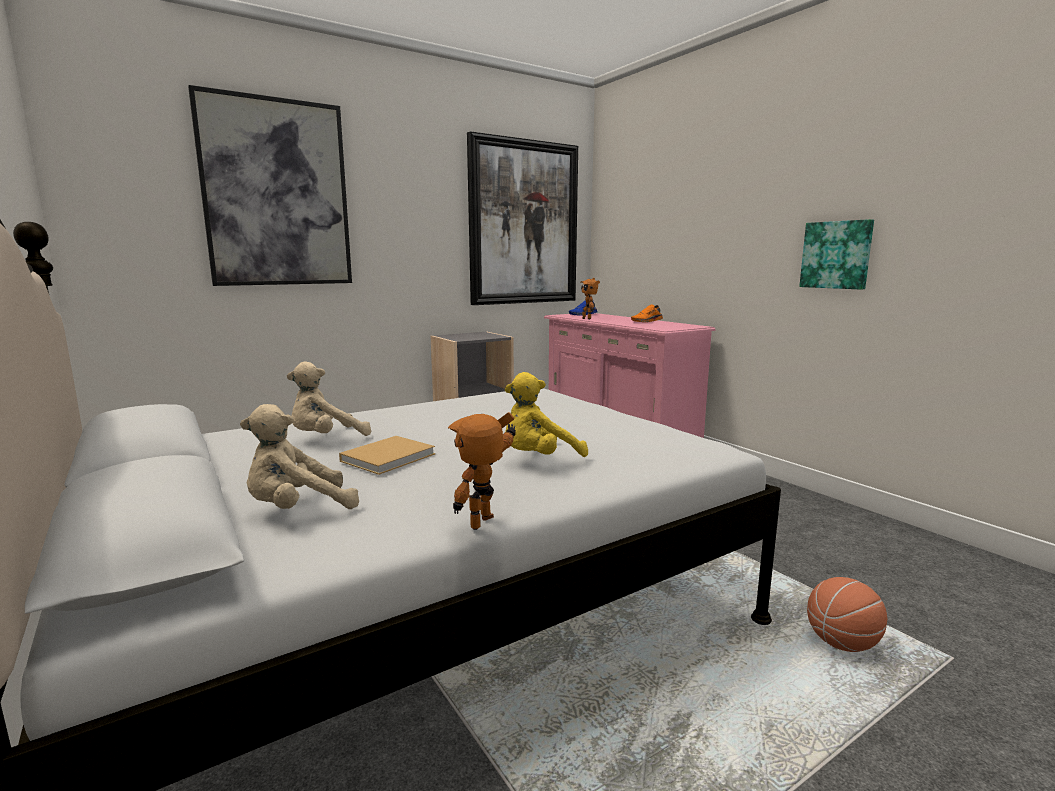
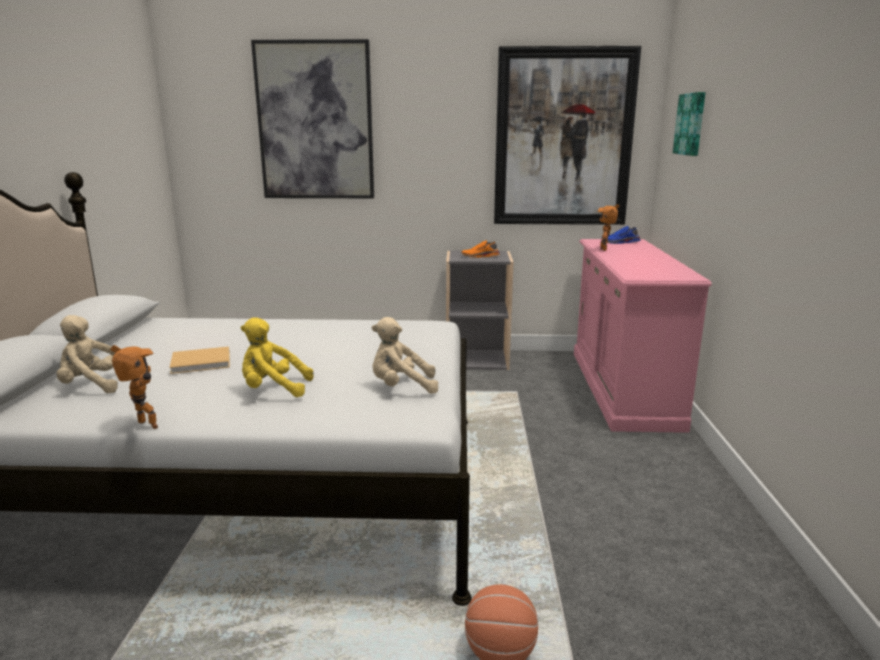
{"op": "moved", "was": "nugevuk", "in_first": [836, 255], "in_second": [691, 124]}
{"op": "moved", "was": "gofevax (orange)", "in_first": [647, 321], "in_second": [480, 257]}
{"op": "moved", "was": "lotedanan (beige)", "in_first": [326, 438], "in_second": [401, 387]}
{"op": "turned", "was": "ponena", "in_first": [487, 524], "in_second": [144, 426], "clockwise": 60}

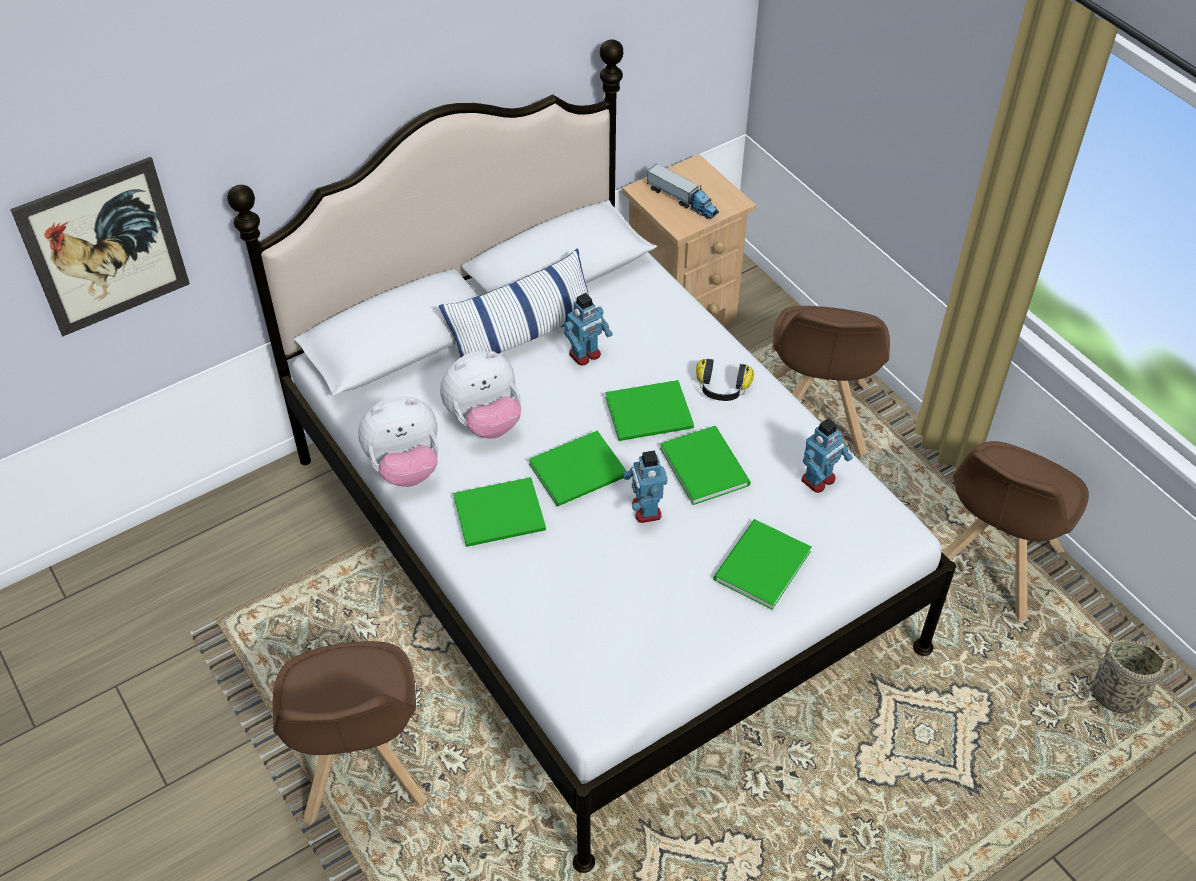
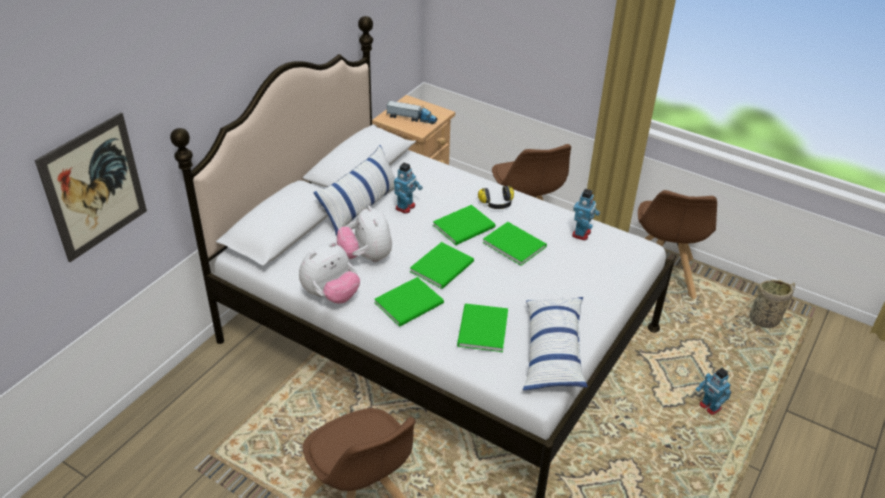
{"op": "turned", "was": "lotedanan", "in_first": [484, 421], "in_second": [366, 257], "clockwise": 120}
{"op": "moved", "was": "ponena", "in_first": [645, 510], "in_second": [709, 407]}
{"op": "moved", "was": "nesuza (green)", "in_first": [759, 566], "in_second": [481, 330]}
{"op": "added", "now": "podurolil", "in_second": [553, 351]}

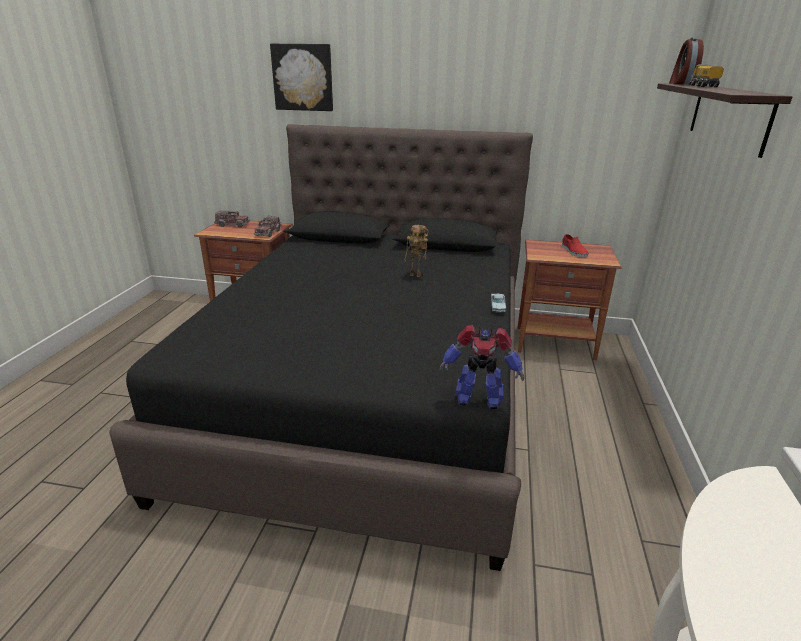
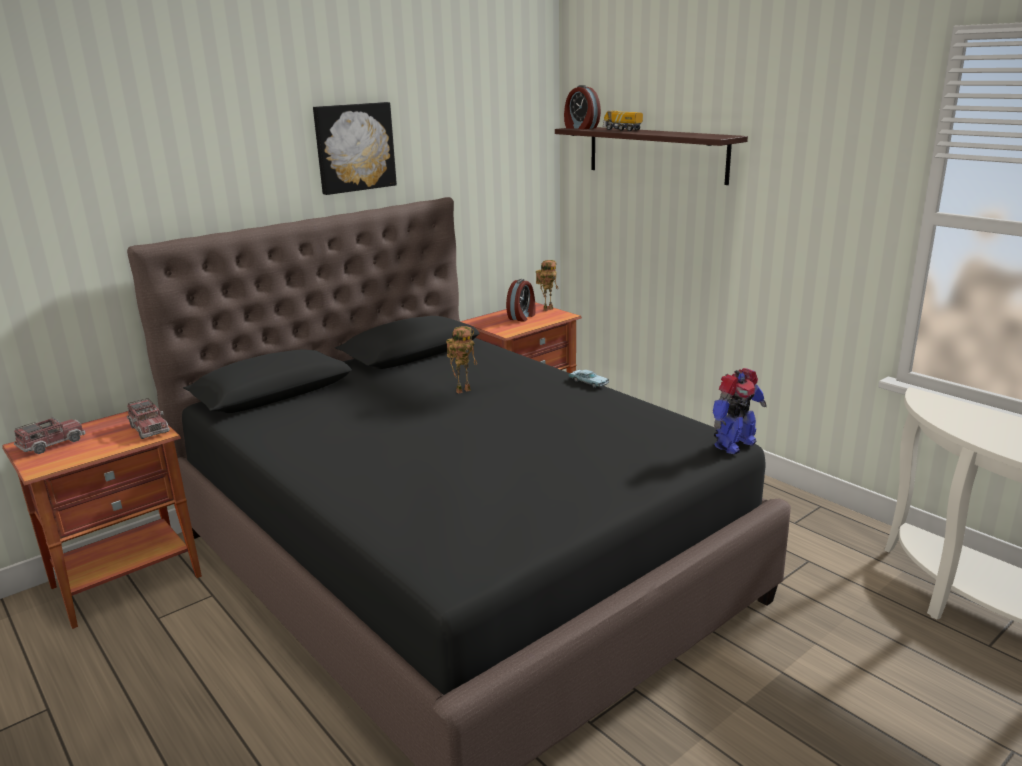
{"op": "moved", "was": "nugevuk", "in_first": [303, 77], "in_second": [354, 147]}
{"op": "replaced", "was": "gofevax (red)", "now": "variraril", "in_first": [573, 251], "in_second": [522, 317]}
{"op": "added", "now": "ponena", "in_second": [547, 309]}

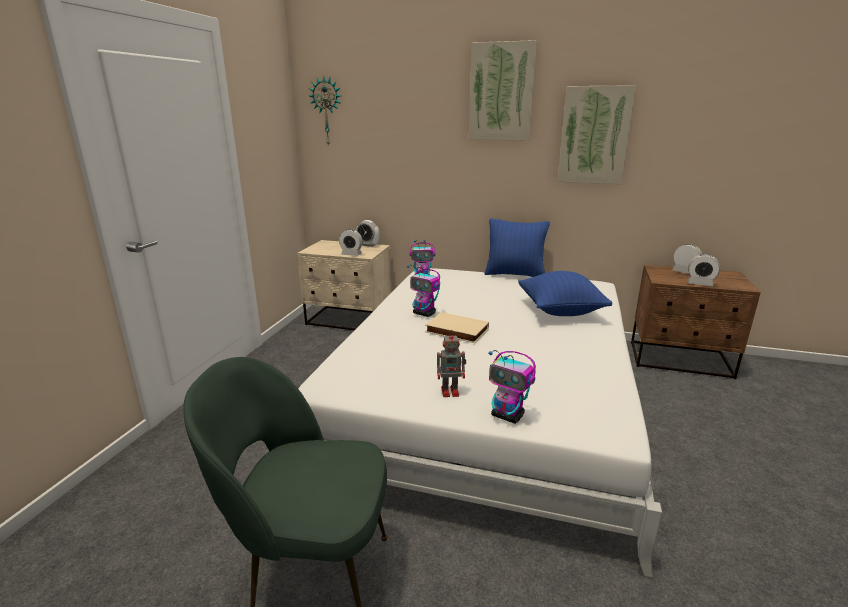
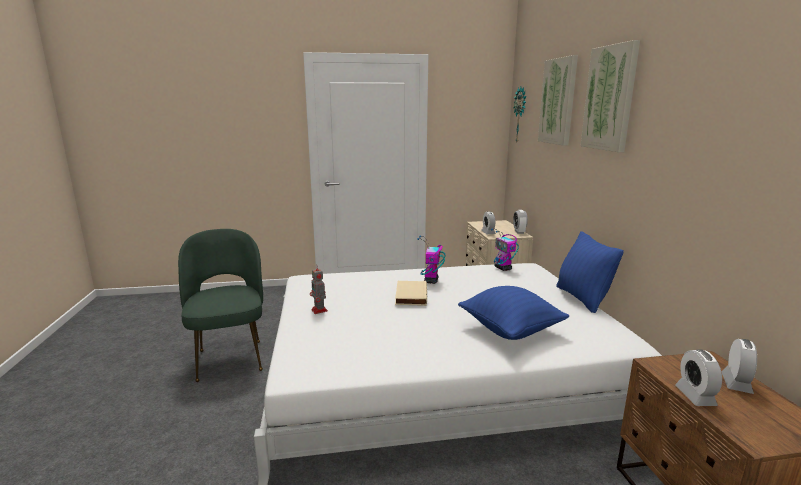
{"op": "moved", "was": "nugevuk", "in_first": [594, 135], "in_second": [558, 101]}
{"op": "removed", "was": "ponena", "in_first": [508, 416]}

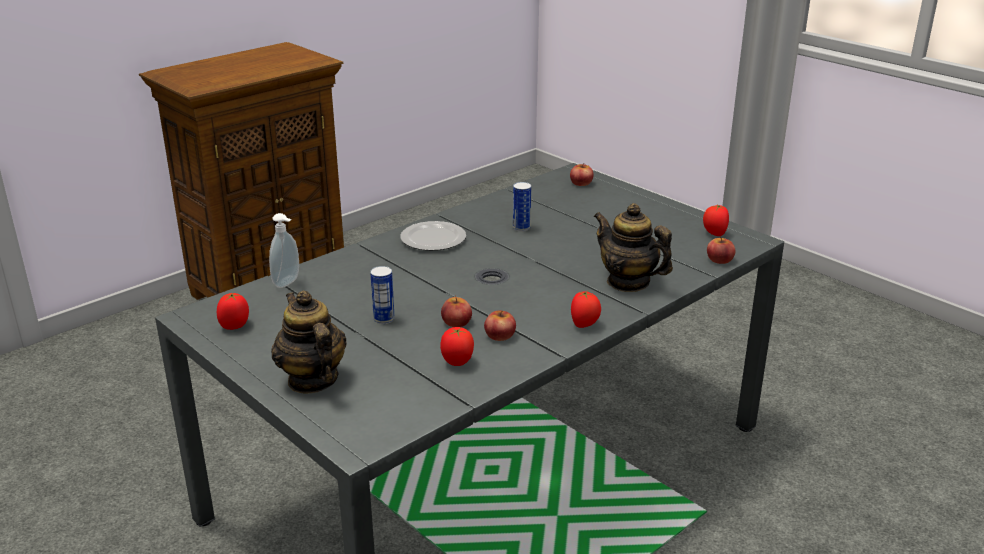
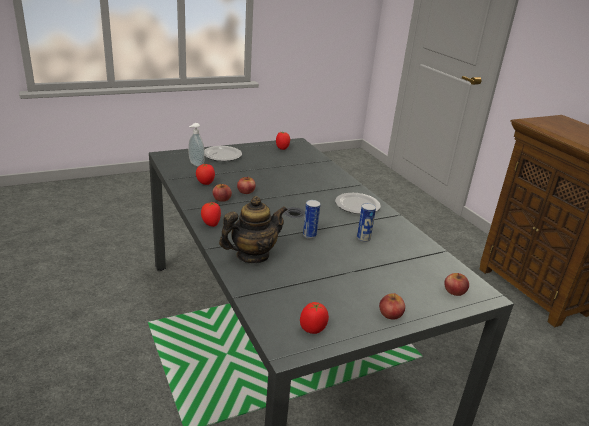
{"op": "moved", "was": "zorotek", "in_first": [288, 283], "in_second": [195, 164]}
{"op": "moved", "was": "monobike", "in_first": [719, 259], "in_second": [390, 313]}
{"op": "moved", "was": "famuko", "in_first": [384, 319], "in_second": [309, 235]}
{"op": "replaced", "was": "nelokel", "now": "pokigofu", "in_first": [312, 380], "in_second": [222, 155]}

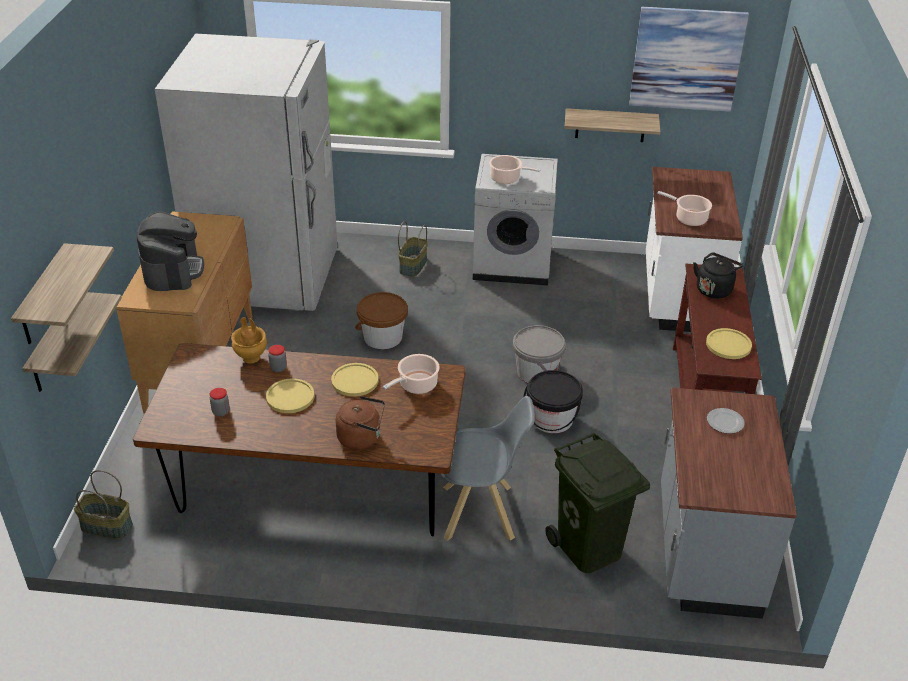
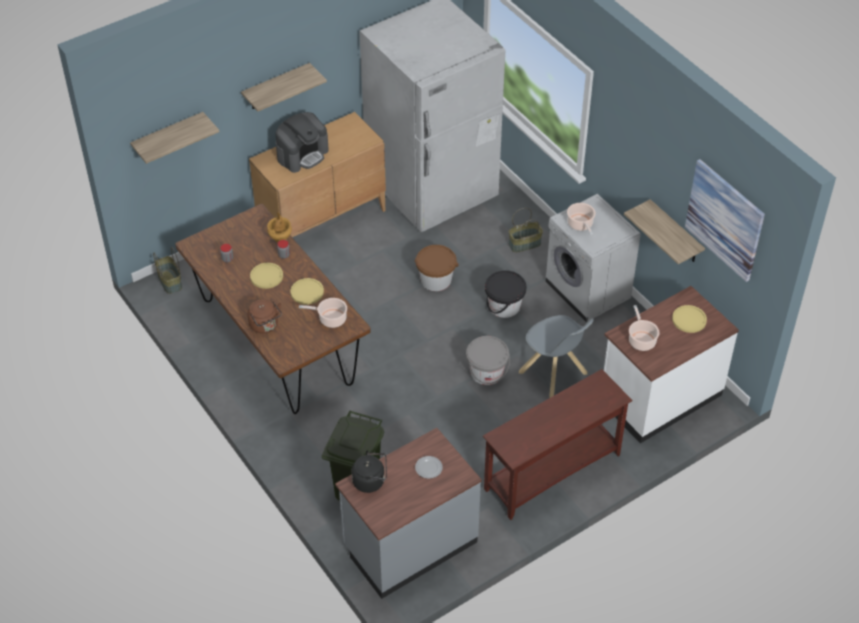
{"op": "moved", "was": "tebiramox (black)", "in_first": [714, 289], "in_second": [371, 481]}
{"op": "moved", "was": "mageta", "in_first": [53, 344], "in_second": [276, 87]}
{"op": "moved", "was": "pokigofu (yellow)", "in_first": [728, 345], "in_second": [689, 319]}
{"op": "moved", "was": "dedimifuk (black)", "in_first": [551, 419], "in_second": [504, 306]}
{"op": "moved", "was": "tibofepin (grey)", "in_first": [481, 512], "in_second": [554, 374]}

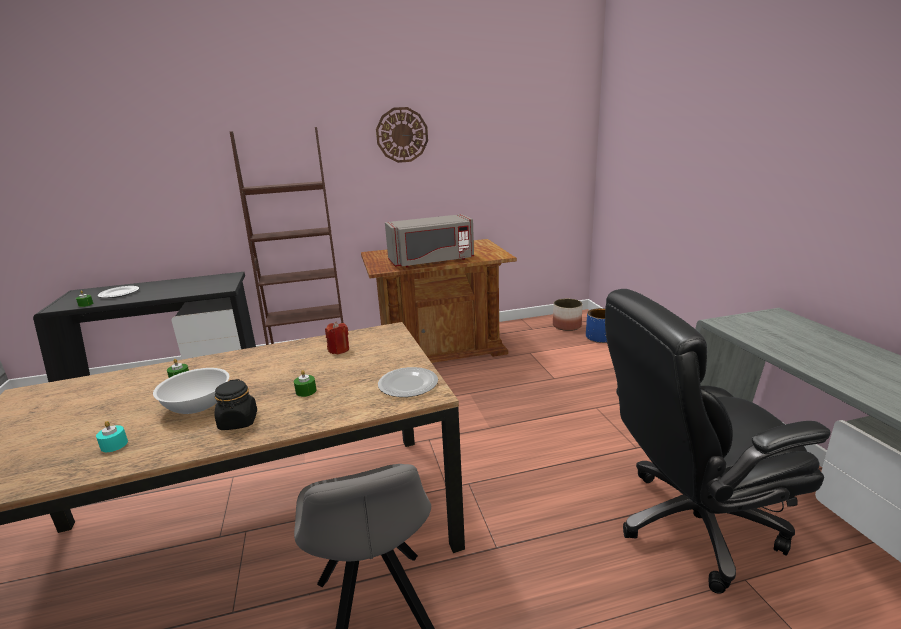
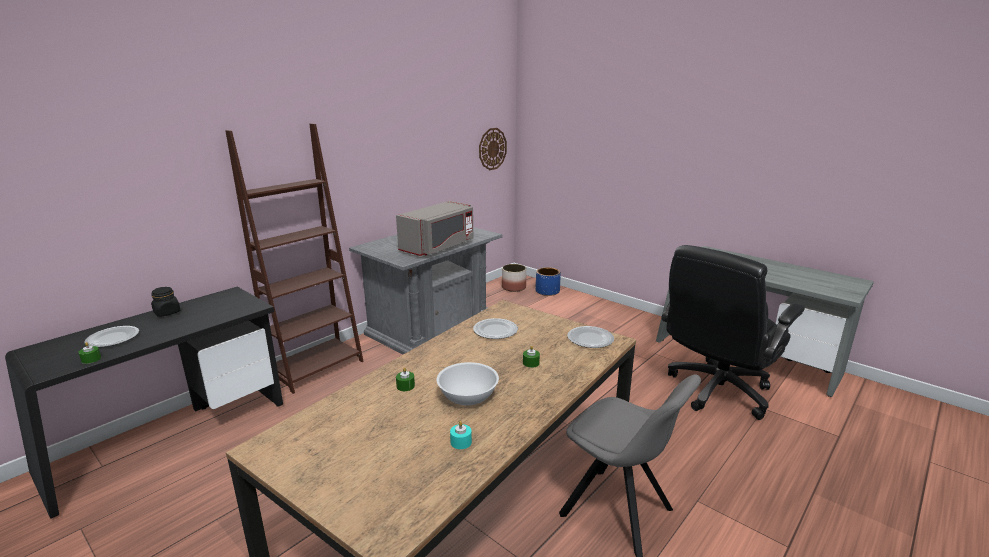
{"op": "moved", "was": "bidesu", "in_first": [402, 135], "in_second": [492, 149]}
{"op": "recoloured", "was": "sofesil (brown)", "now": "sofesil (grey)", "in_first": [440, 347], "in_second": [432, 326]}
{"op": "replaced", "was": "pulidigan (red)", "now": "pokigofu", "in_first": [339, 350], "in_second": [496, 330]}
{"op": "moved", "was": "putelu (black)", "in_first": [238, 422], "in_second": [167, 312]}

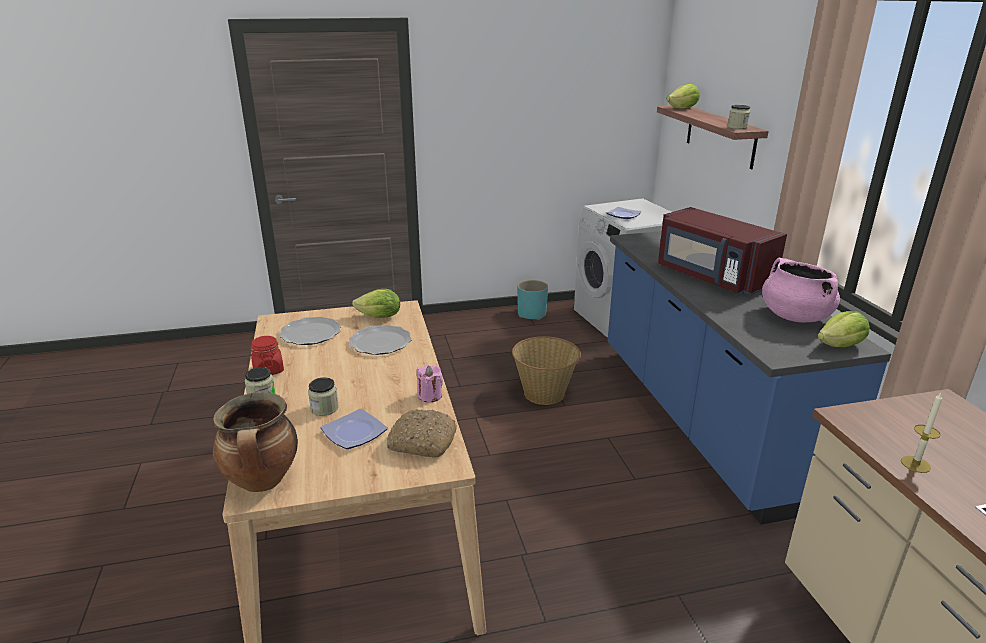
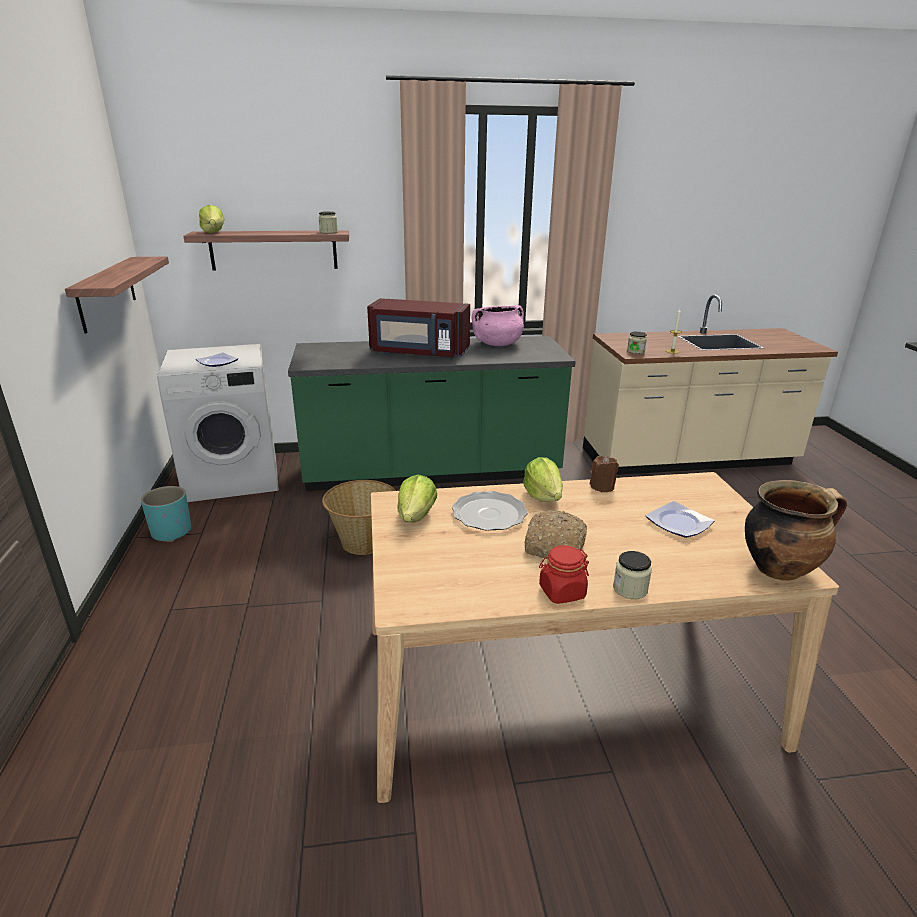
{"op": "turned", "was": "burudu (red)", "in_first": [711, 277], "in_second": [419, 352], "clockwise": 45}
{"op": "recoloured", "was": "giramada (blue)", "now": "giramada (green)", "in_first": [701, 419], "in_second": [432, 472]}
{"op": "moved", "was": "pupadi", "in_first": [840, 346], "in_second": [543, 496]}
{"op": "removed", "was": "pokigofu", "in_first": [311, 334]}
{"op": "recoloured", "was": "pulidigan (pink)", "now": "pulidigan (brown)", "in_first": [429, 396], "in_second": [602, 487]}
{"op": "moved", "was": "putelu", "in_first": [324, 408], "in_second": [635, 351]}
{"op": "moved", "was": "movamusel", "in_first": [422, 442], "in_second": [555, 546]}
{"op": "added", "now": "mageta", "in_second": [106, 293]}

